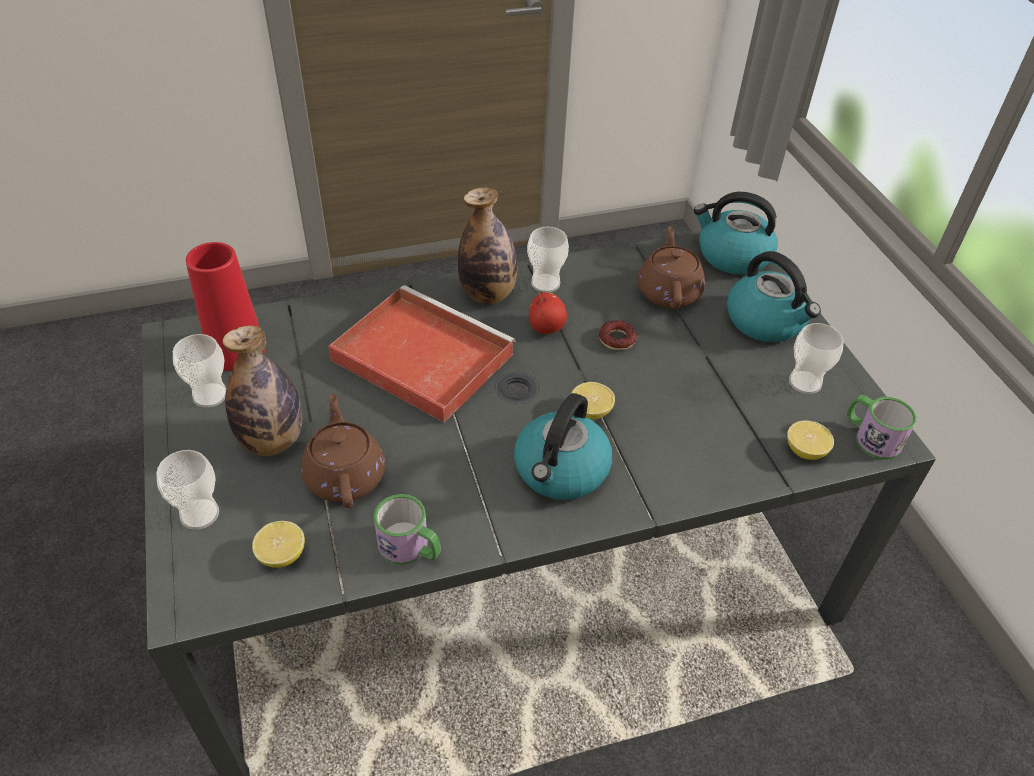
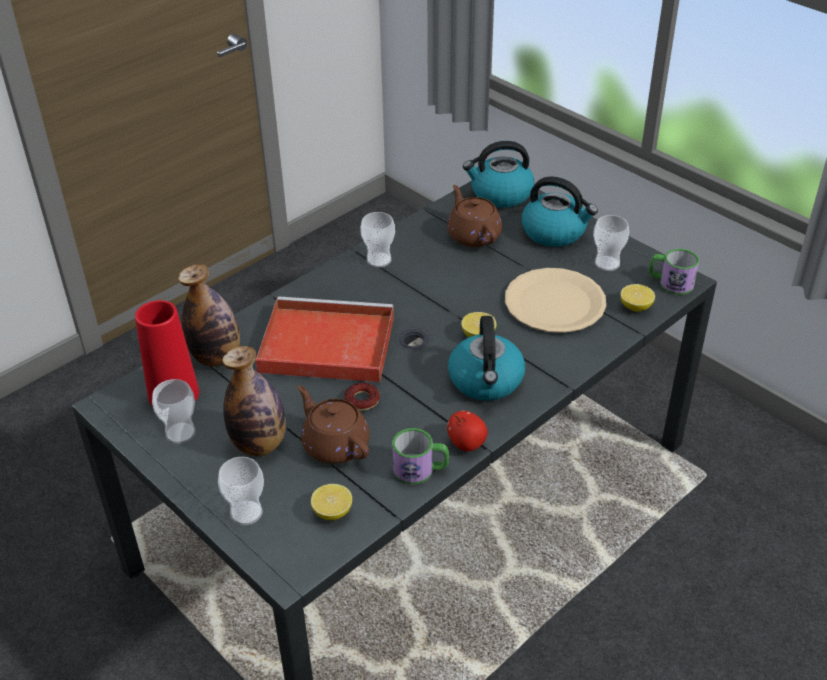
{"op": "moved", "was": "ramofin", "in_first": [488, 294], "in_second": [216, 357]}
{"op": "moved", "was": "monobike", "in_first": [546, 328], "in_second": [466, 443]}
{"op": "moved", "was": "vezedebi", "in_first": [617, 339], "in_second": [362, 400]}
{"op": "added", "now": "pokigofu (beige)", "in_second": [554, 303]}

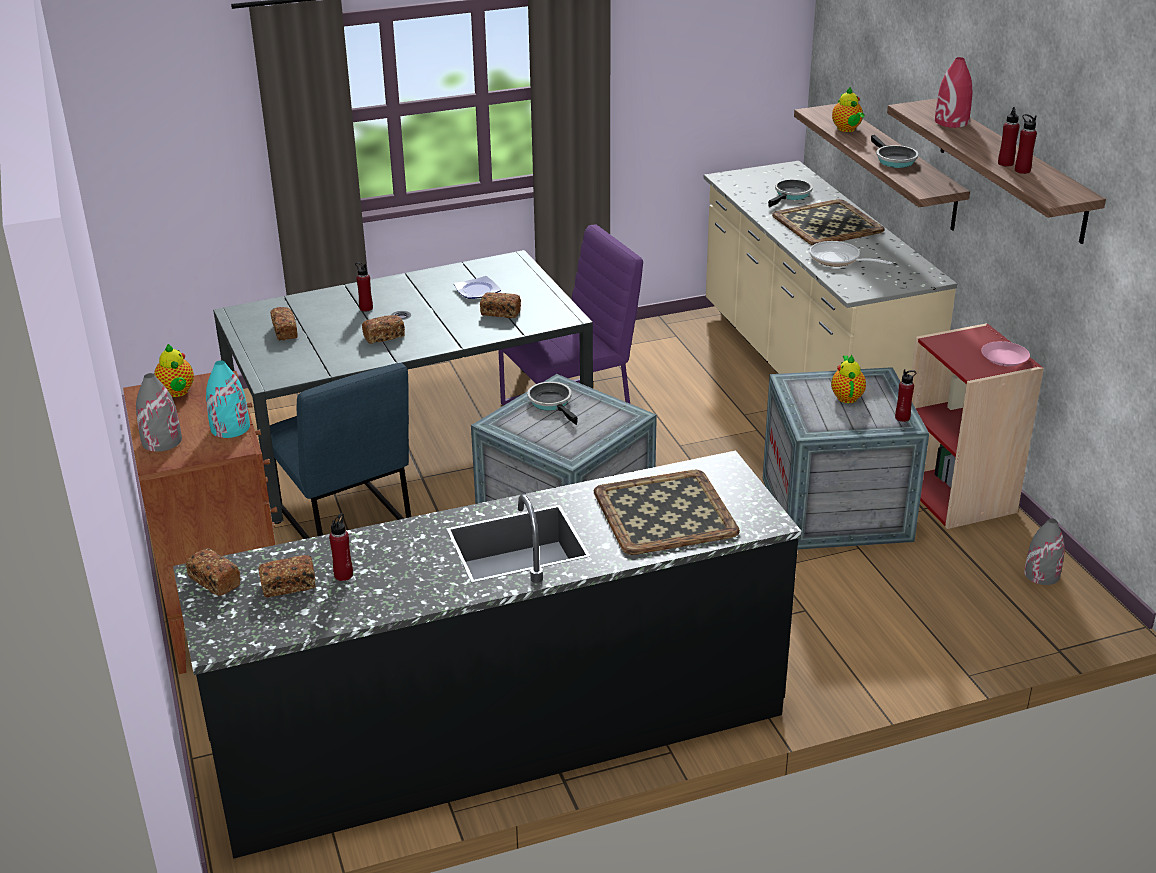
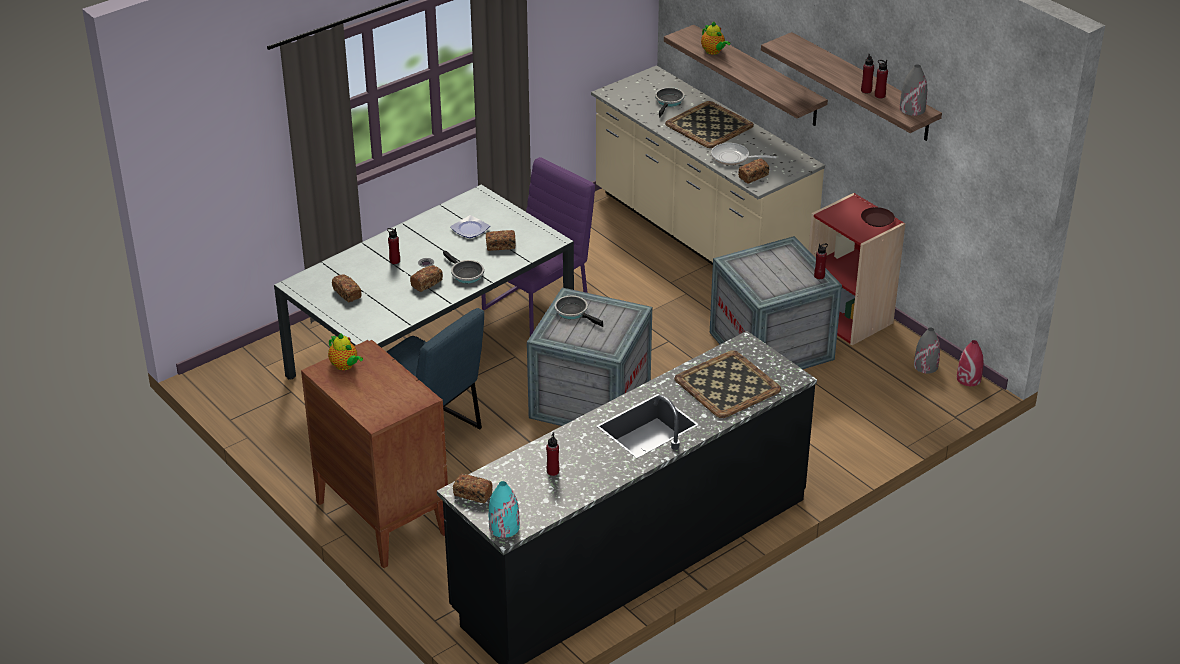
{"op": "moved", "was": "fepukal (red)", "in_first": [951, 122], "in_second": [968, 379]}
{"op": "moved", "was": "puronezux", "in_first": [893, 160], "in_second": [465, 274]}
{"op": "recoloured", "was": "pokigofu (pink)", "now": "pokigofu (brown)", "in_first": [1005, 358], "in_second": [877, 220]}
{"op": "removed", "was": "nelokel", "in_first": [846, 396]}
{"op": "moved", "was": "fepukal (turquoise)", "in_first": [230, 427], "in_second": [504, 527]}
{"op": "moved", "was": "fepukal (grey)", "in_first": [162, 441], "in_second": [912, 109]}
{"op": "moved", "was": "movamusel", "in_first": [288, 586], "in_second": [753, 176]}

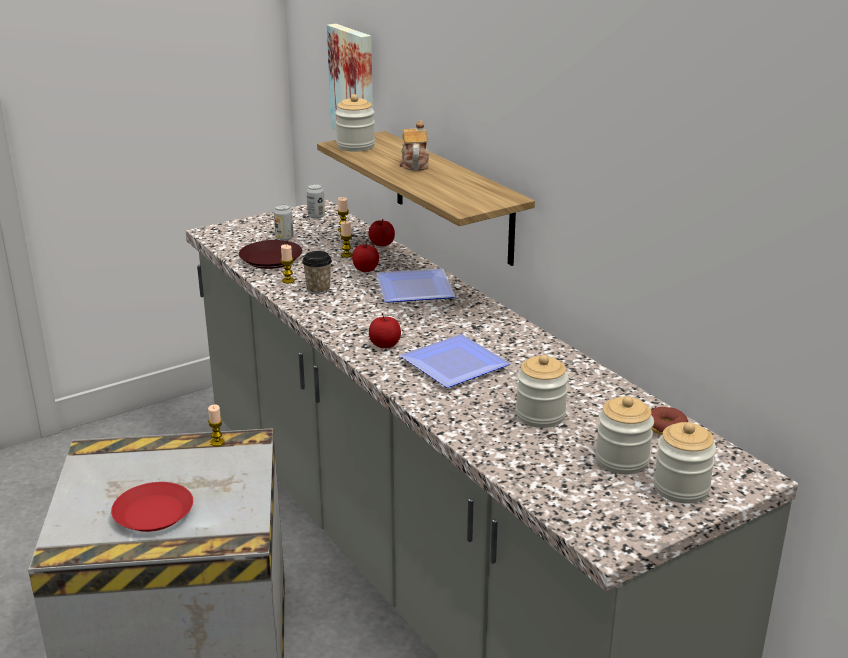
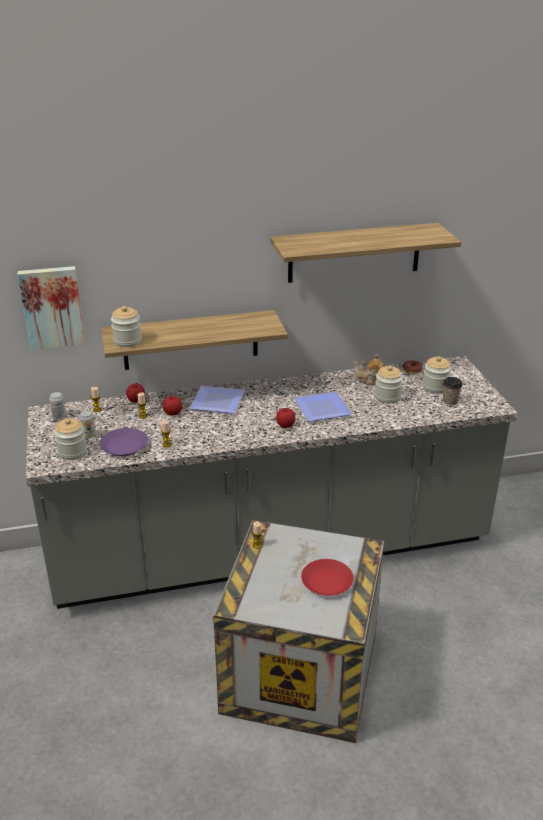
{"op": "moved", "was": "nelokel", "in_first": [414, 164], "in_second": [369, 380]}
{"op": "recoloured", "was": "pokigofu (brown)", "now": "pokigofu (purple)", "in_first": [271, 260], "in_second": [125, 446]}
{"op": "moved", "was": "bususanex", "in_first": [318, 289], "in_second": [450, 401]}
{"op": "moved", "was": "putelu", "in_first": [681, 488], "in_second": [72, 452]}
{"op": "added", "now": "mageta", "in_second": [354, 253]}

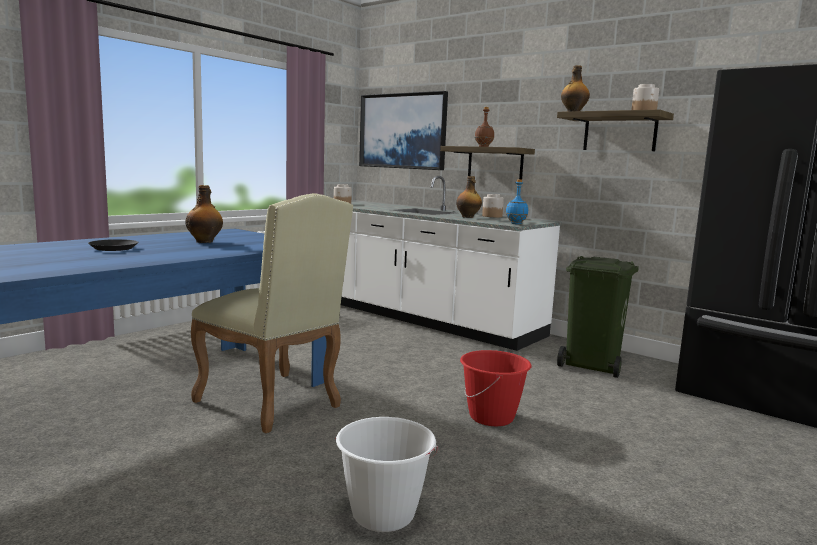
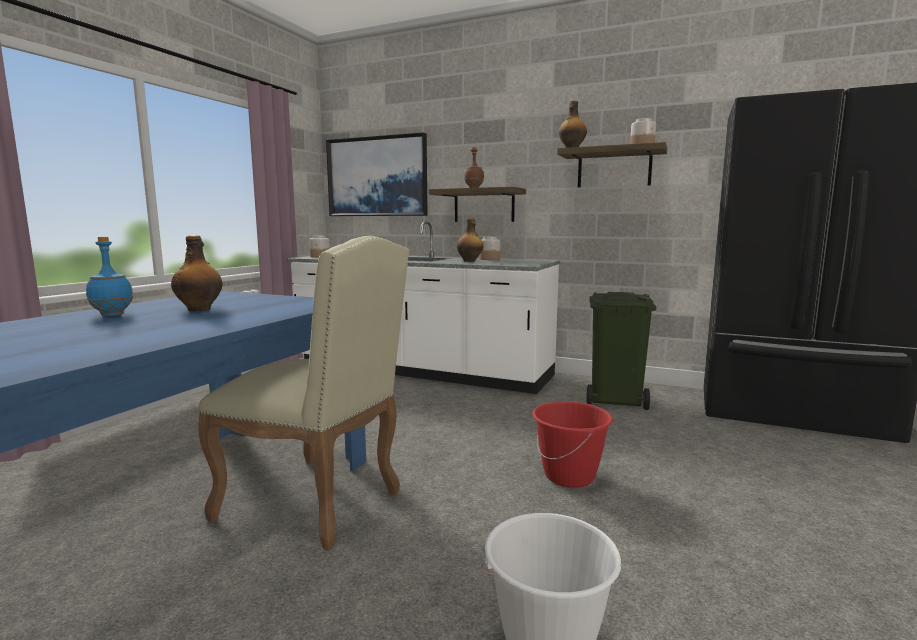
{"op": "moved", "was": "ramofin (blue)", "in_first": [515, 224], "in_second": [112, 315]}
{"op": "removed", "was": "pokigofu (black)", "in_first": [113, 248]}

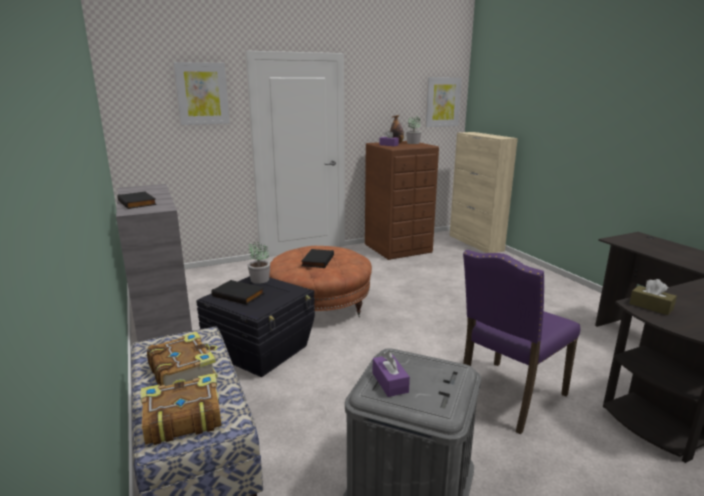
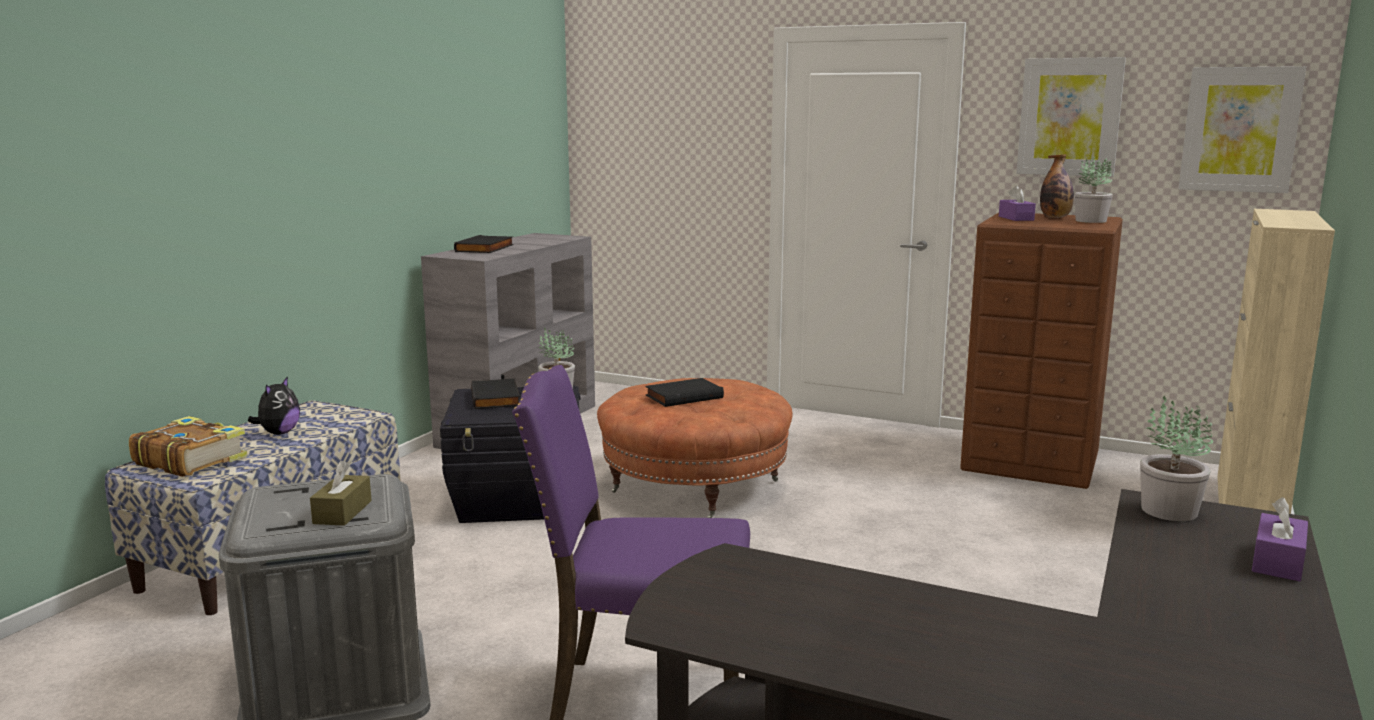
{"op": "moved", "was": "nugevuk", "in_first": [202, 94], "in_second": [1069, 117]}
{"op": "moved", "was": "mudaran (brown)", "in_first": [651, 306], "in_second": [342, 512]}
{"op": "replaced", "was": "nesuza", "now": "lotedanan", "in_first": [184, 370], "in_second": [279, 433]}
{"op": "moved", "was": "mudaran (purple)", "in_first": [390, 382], "in_second": [1277, 561]}
{"op": "added", "now": "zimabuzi", "in_second": [1167, 510]}

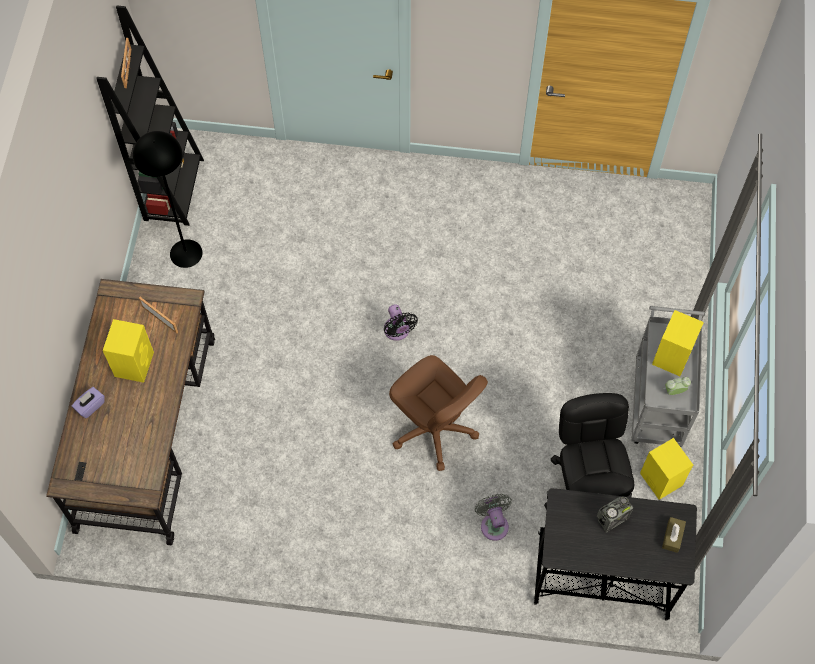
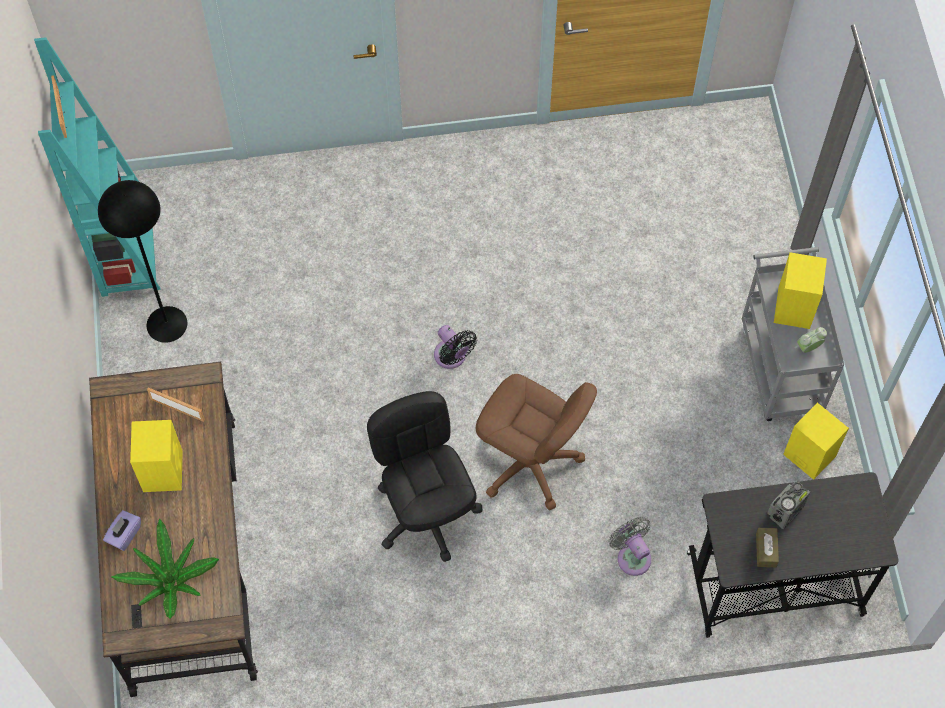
{"op": "recoloured", "was": "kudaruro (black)", "now": "kudaruro (turquoise)", "in_first": [173, 189], "in_second": [127, 250]}
{"op": "moved", "was": "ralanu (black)", "in_first": [585, 489], "in_second": [426, 513]}
{"op": "moved", "was": "mudaran (brown)", "in_first": [672, 536], "in_second": [766, 550]}
{"op": "added", "now": "zimabuzi", "in_second": [170, 580]}

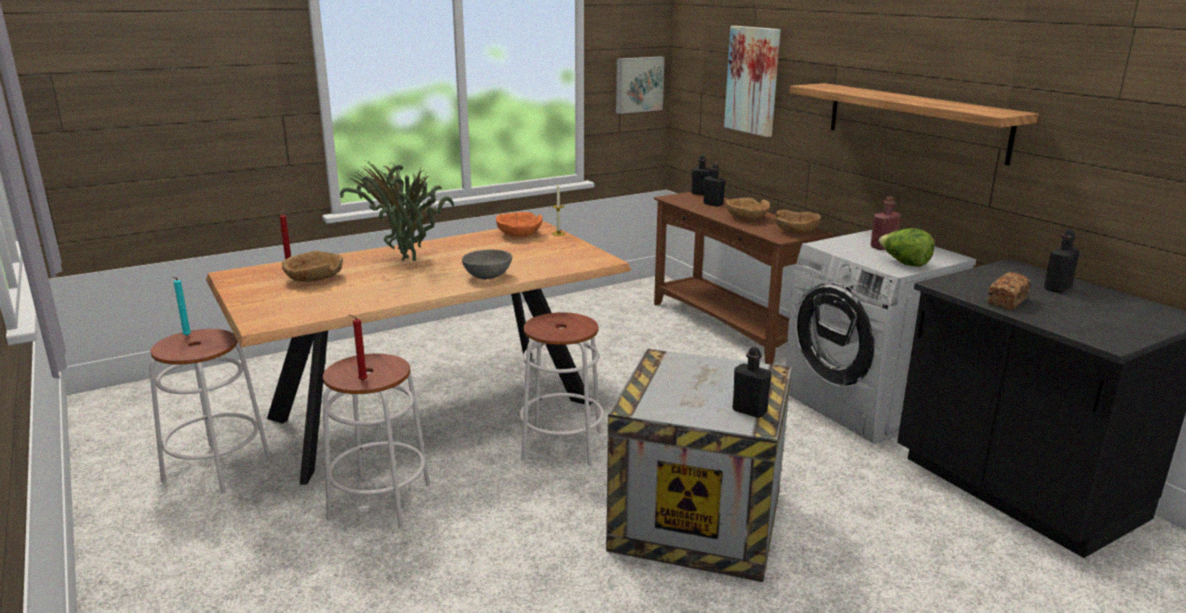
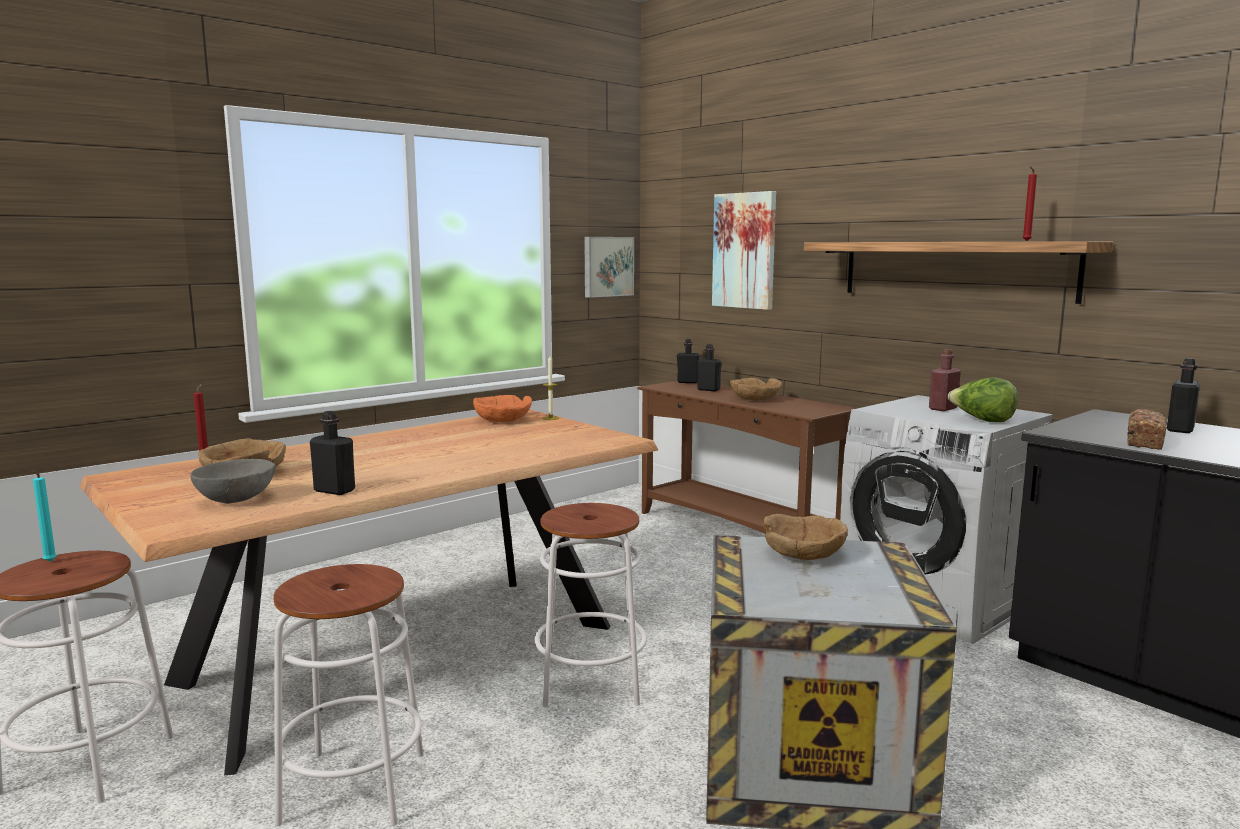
{"op": "removed", "was": "zimabuzi", "in_first": [406, 258]}
{"op": "moved", "was": "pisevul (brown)", "in_first": [796, 231], "in_second": [804, 554]}
{"op": "moved", "was": "pisevul (grey)", "in_first": [488, 277], "in_second": [236, 499]}
{"op": "moved", "was": "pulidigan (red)", "in_first": [361, 381], "in_second": [1025, 241]}
{"op": "moved", "was": "ramofin (black)", "in_first": [749, 411], "in_second": [334, 490]}

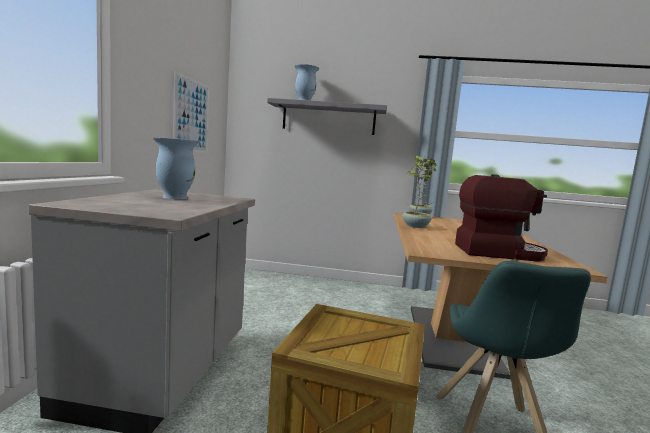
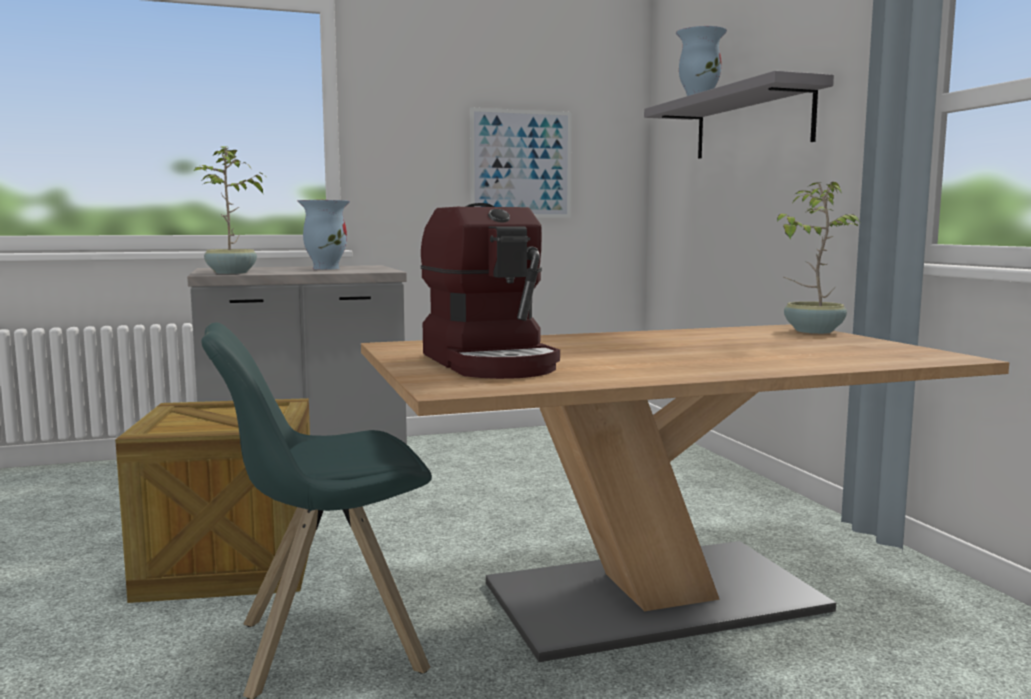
{"op": "moved", "was": "zimabuzi", "in_first": [416, 226], "in_second": [231, 273]}

